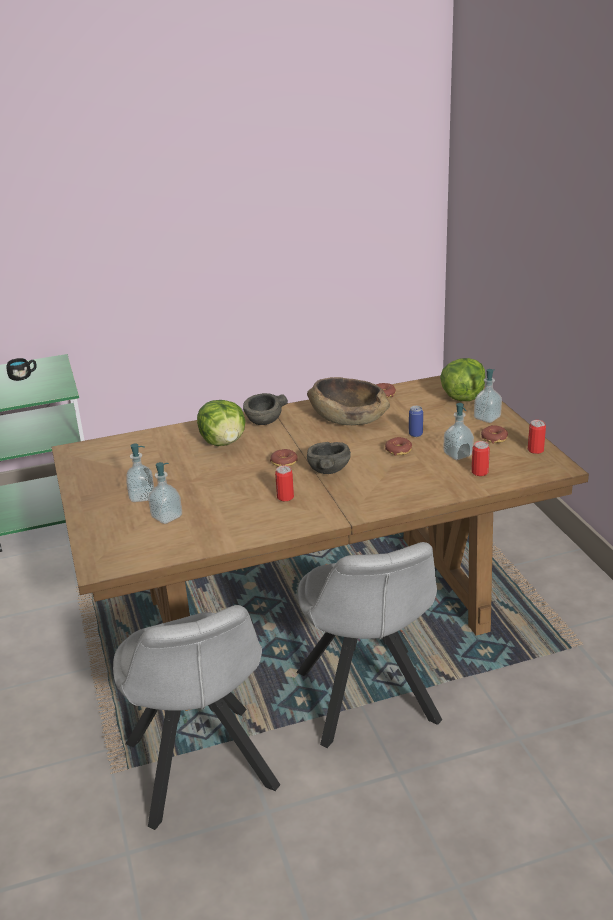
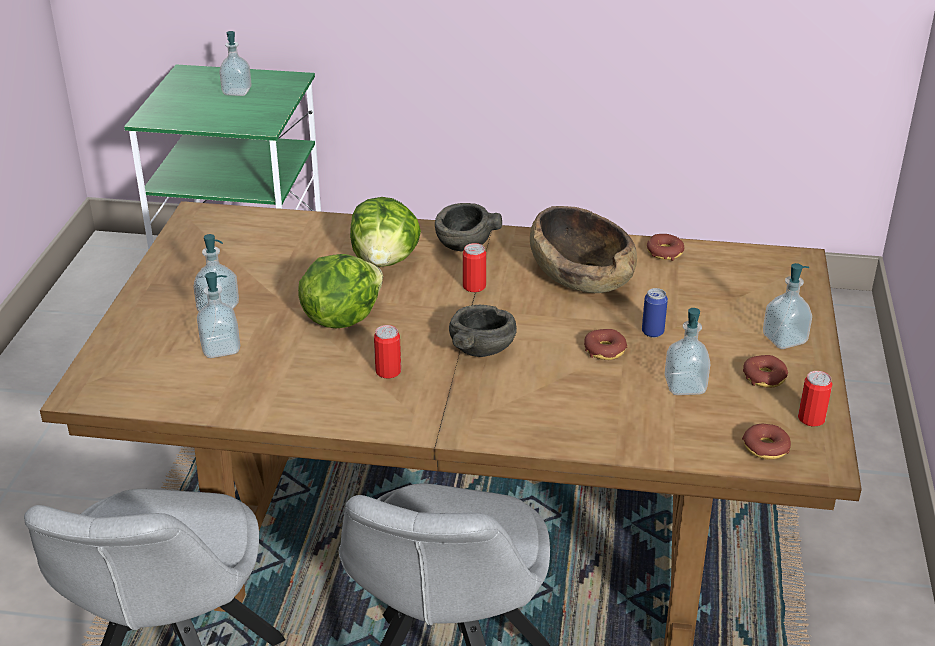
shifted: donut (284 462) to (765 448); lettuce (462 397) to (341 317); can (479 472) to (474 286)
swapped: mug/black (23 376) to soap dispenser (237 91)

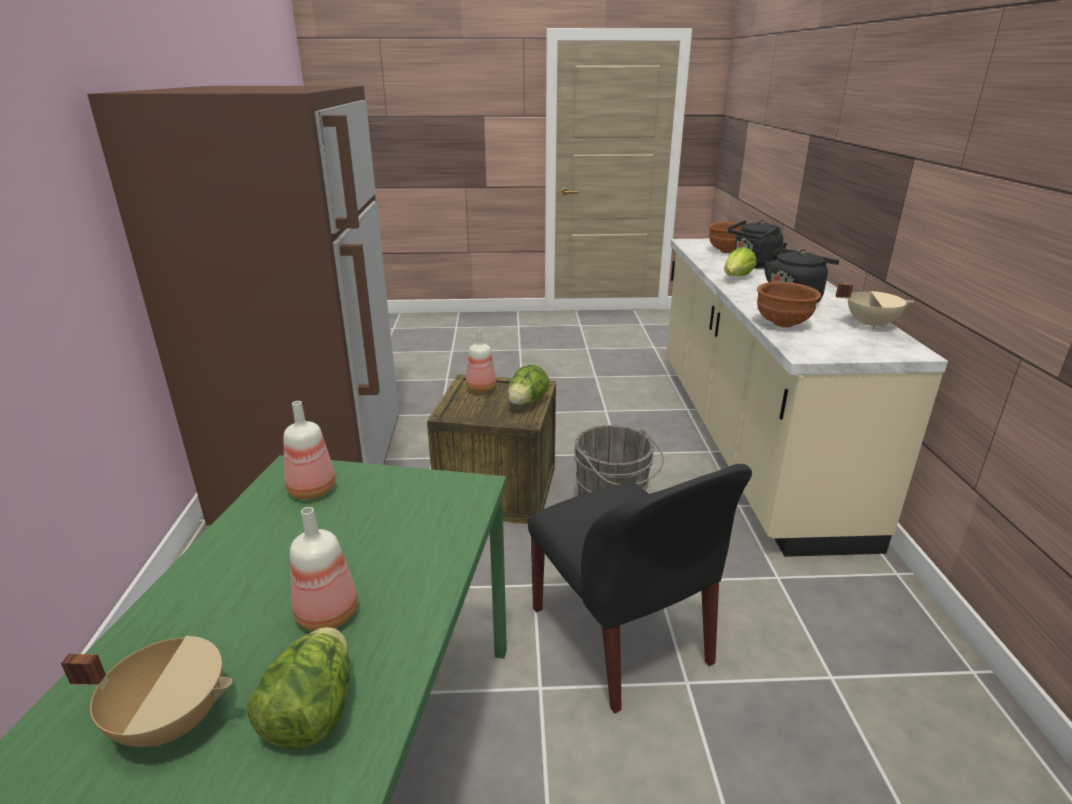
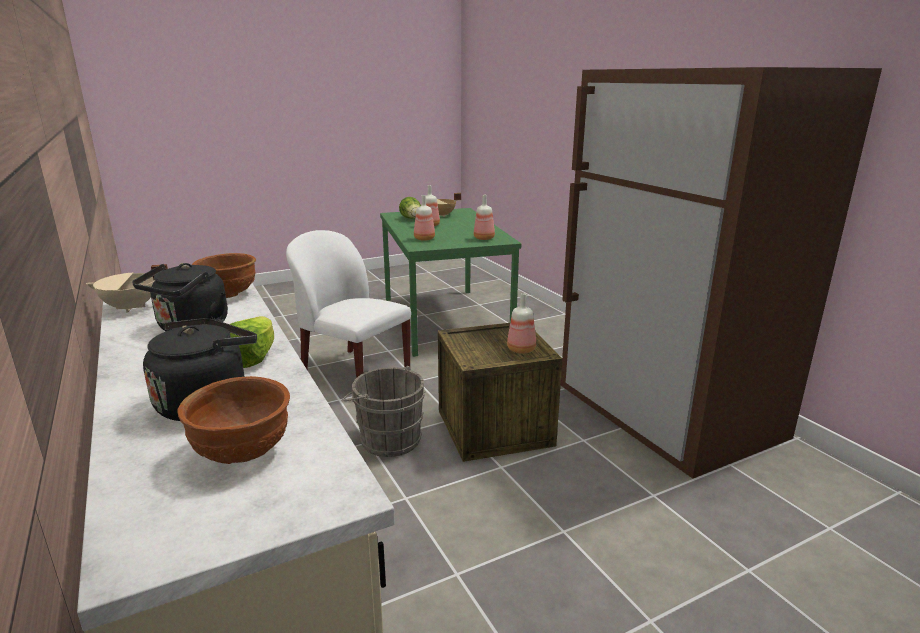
gone: lettuce (527 402)
new: bottle (423 239)
repainted: chair/black (622 638) to chair/white (354 372)

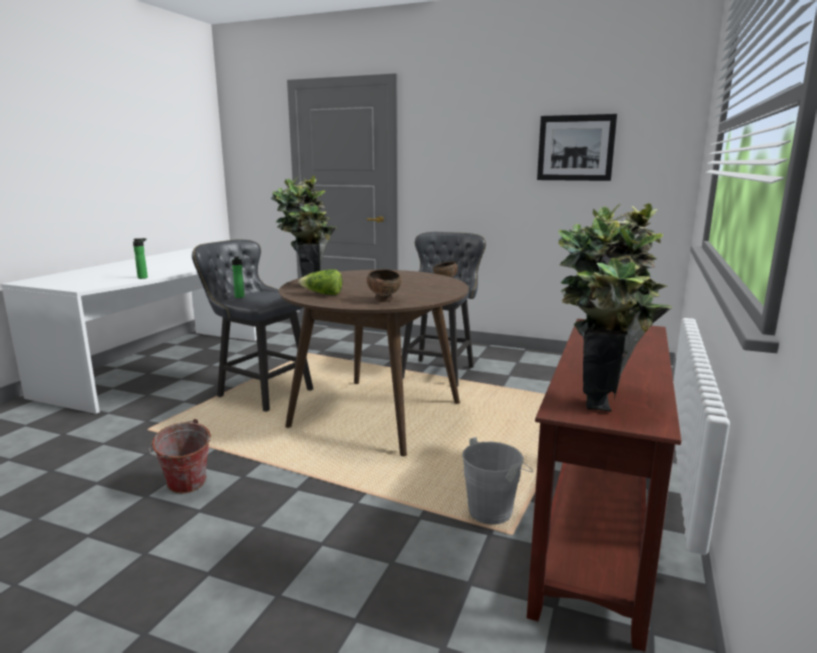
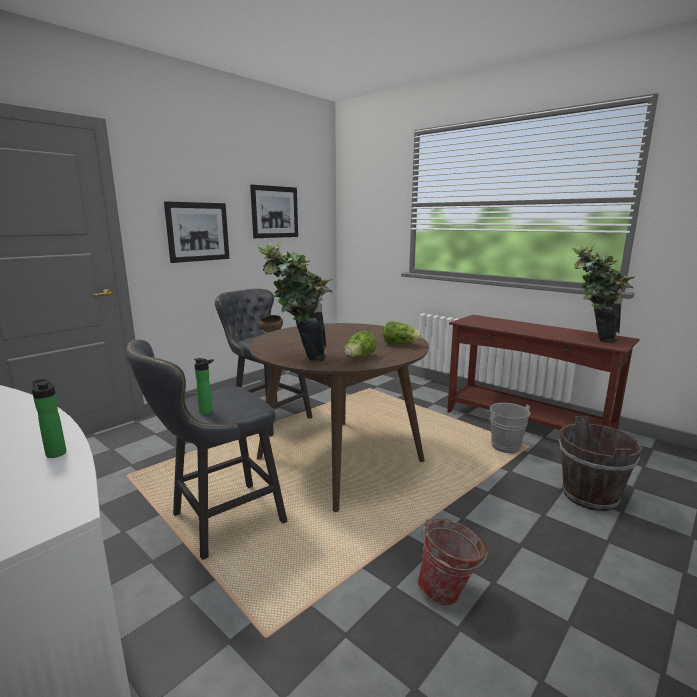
new: picture (198 232); bucket/brown (589 496)
swapped: bowl/brown (384 300) to lettuce (400 344)

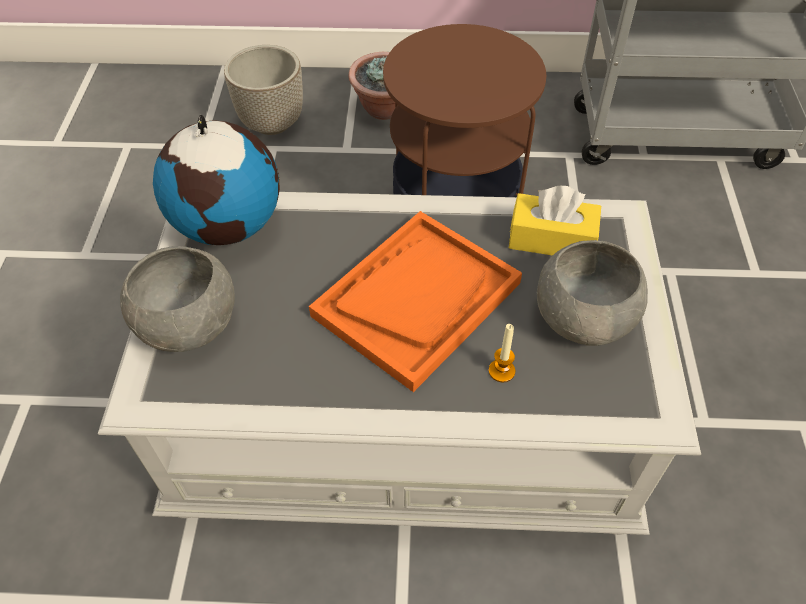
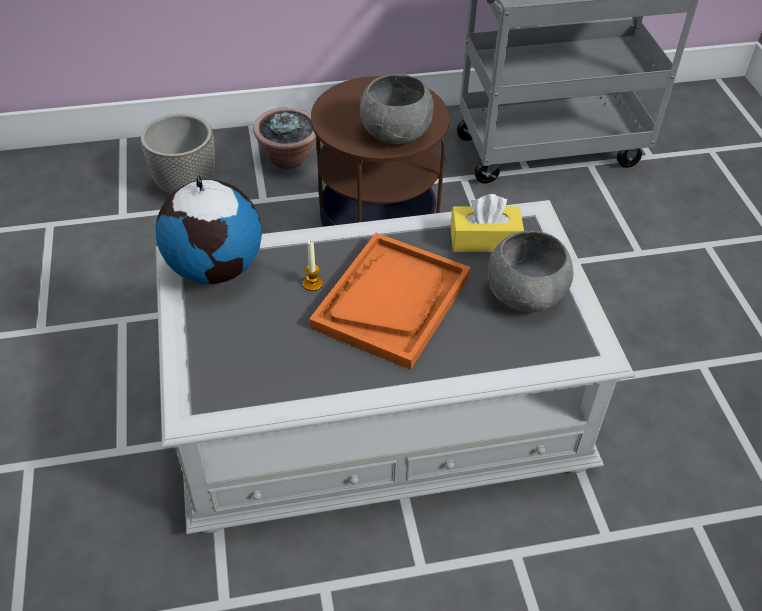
shifted: bowl/grey (190 324) to (396 133); candle (501 371) to (312 284)

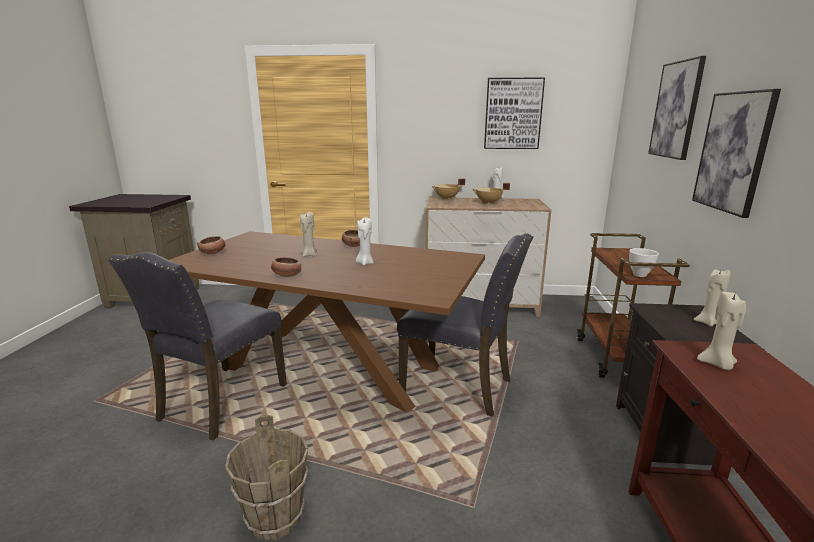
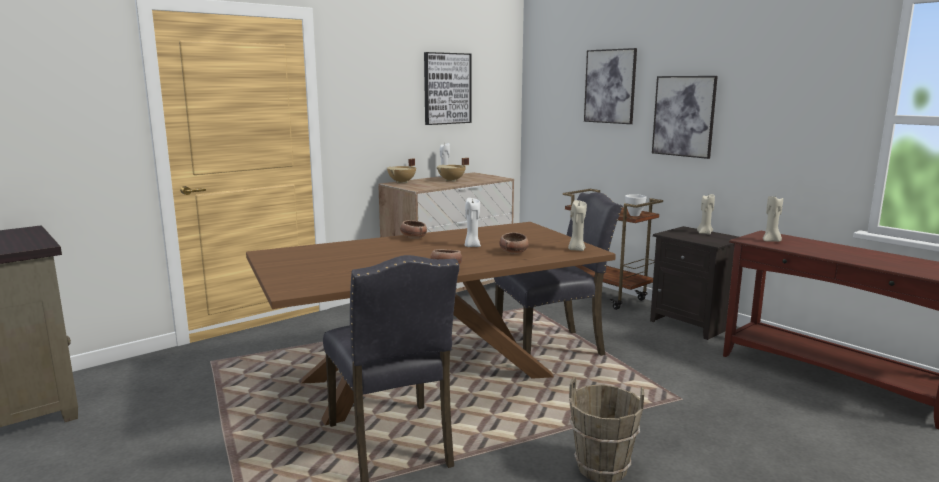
shifted: bowl (213 253) to (514 252); candle/beige (309 255) to (576 249)

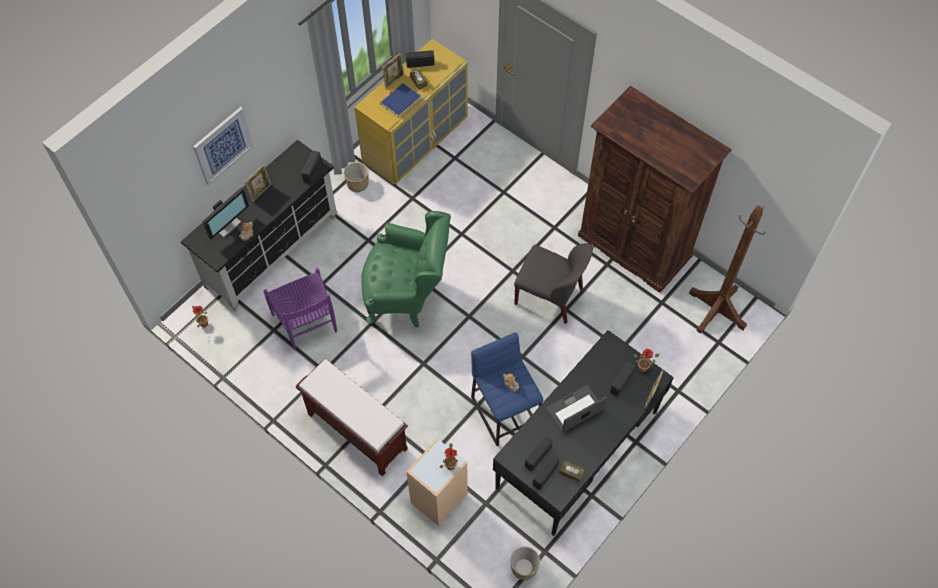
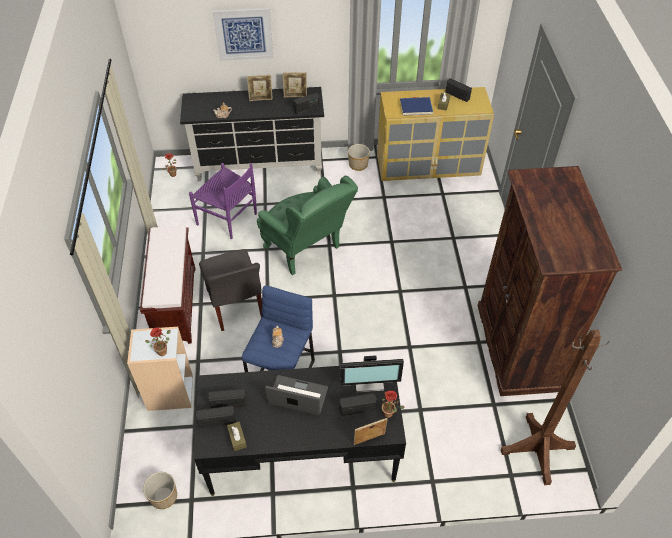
shifted: monitor (225 224) to (369 380); picture frame (394 80) to (295 96); chair/grey (550 297) to (235 305)
rotated: chair/purple (307 323) = (228 218) 75 degrees counterclockwise

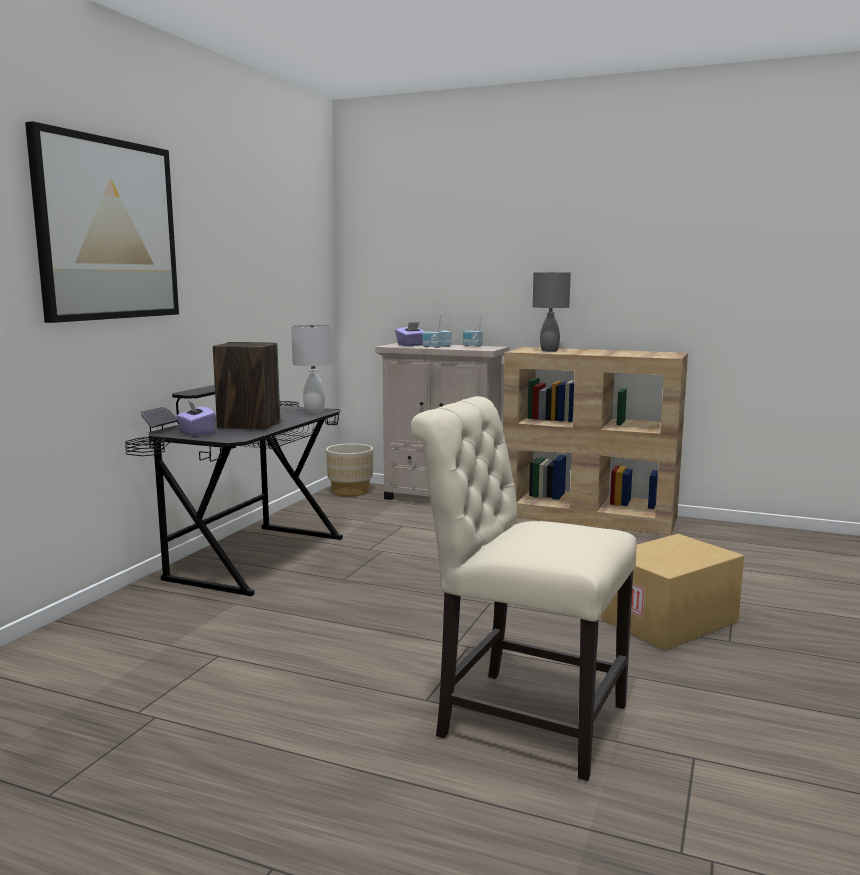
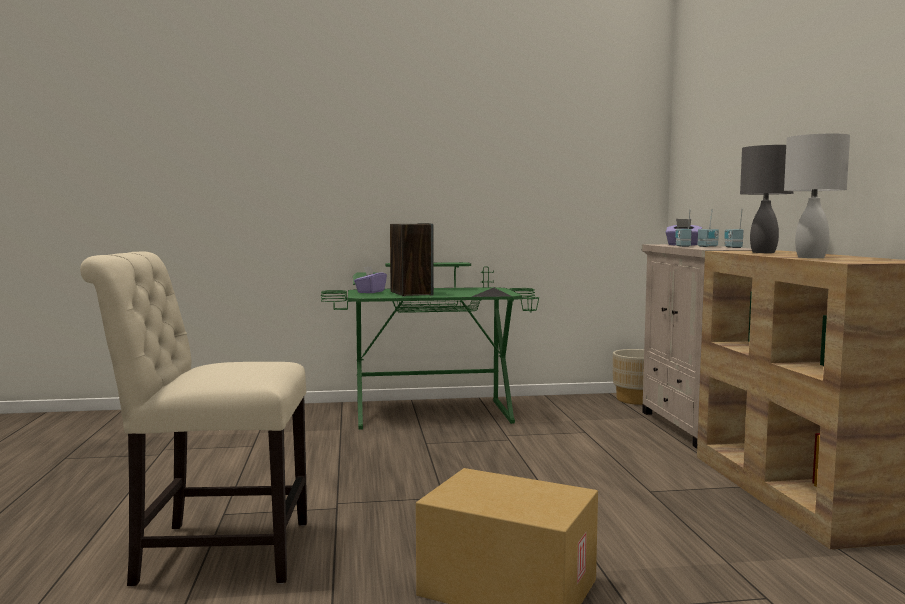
gone: picture (107 229)
shifted: table lamp/white (314 411) to (811 257)
repainted: desk/black (253 557) to desk/green (432 412)
rotated: chair/beige (521 717) = (212 552) 90 degrees counterclockwise

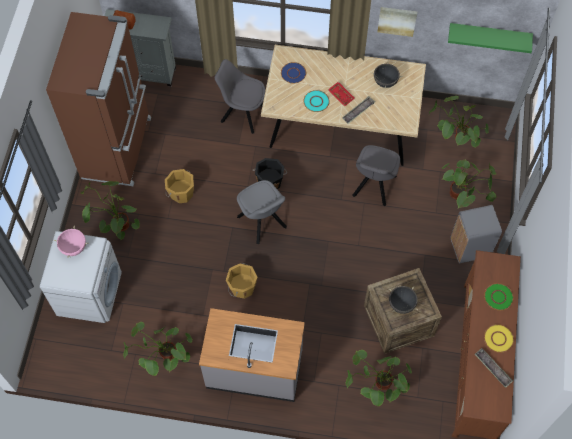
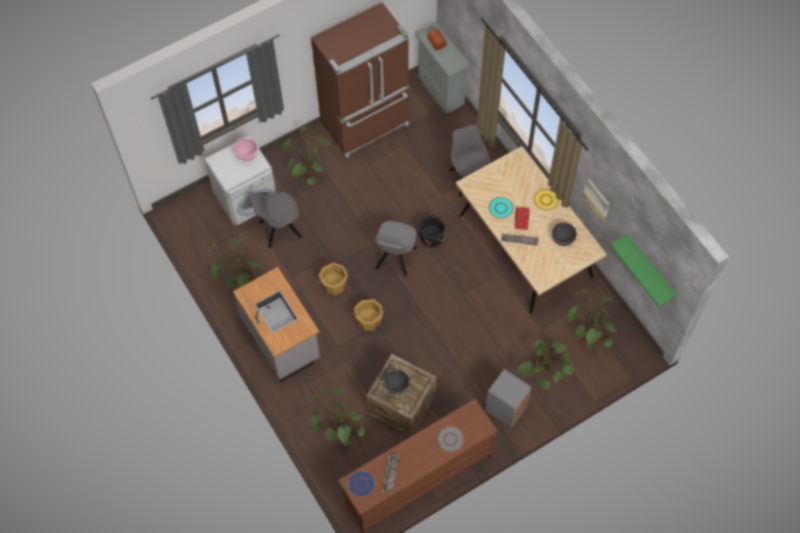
shifted: bucket/orange (181 193) to (369 320); plate/blue (293 73) to (361 484); chair/grey (373 186) to (279 229); plate/yellow (498 338) to (546 200)
repainted: plate/green (498 297) to plate/grey (450 439)

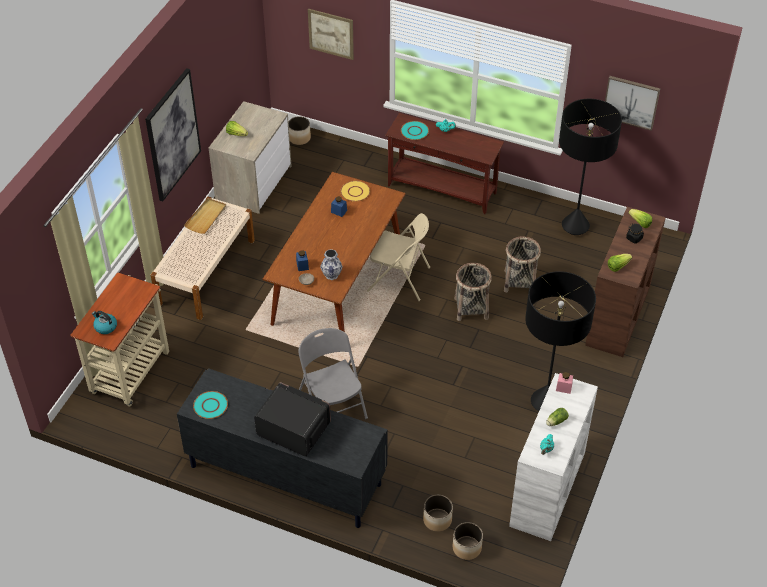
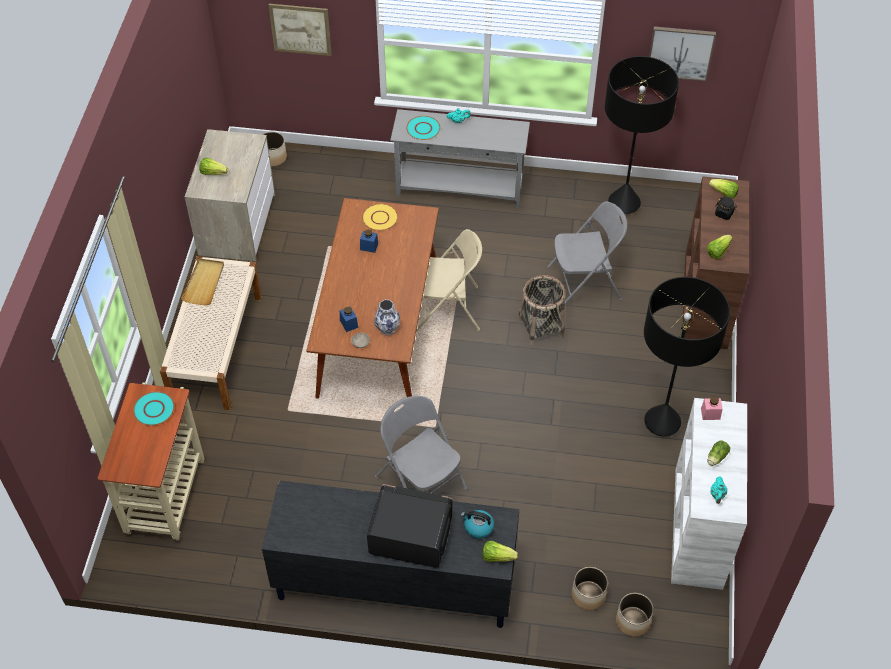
gone: picture (172 135)
new: lettuce (497 556)
shifted: kettle (105 327) to (478 527); plate/turquoise (210 406) to (154 409)
swapped: basket (519 282) to chair/grey (584 283)
repainted: console table/brown (442 189) to console table/grey (460 188)

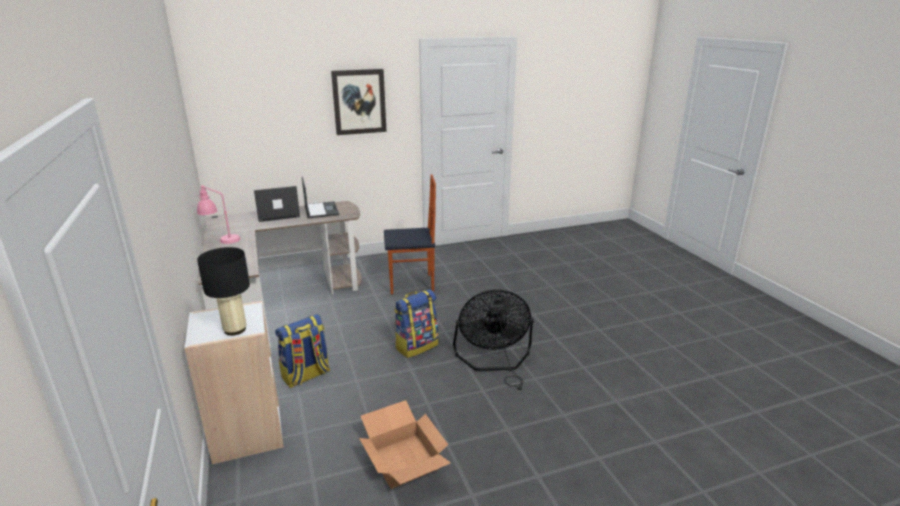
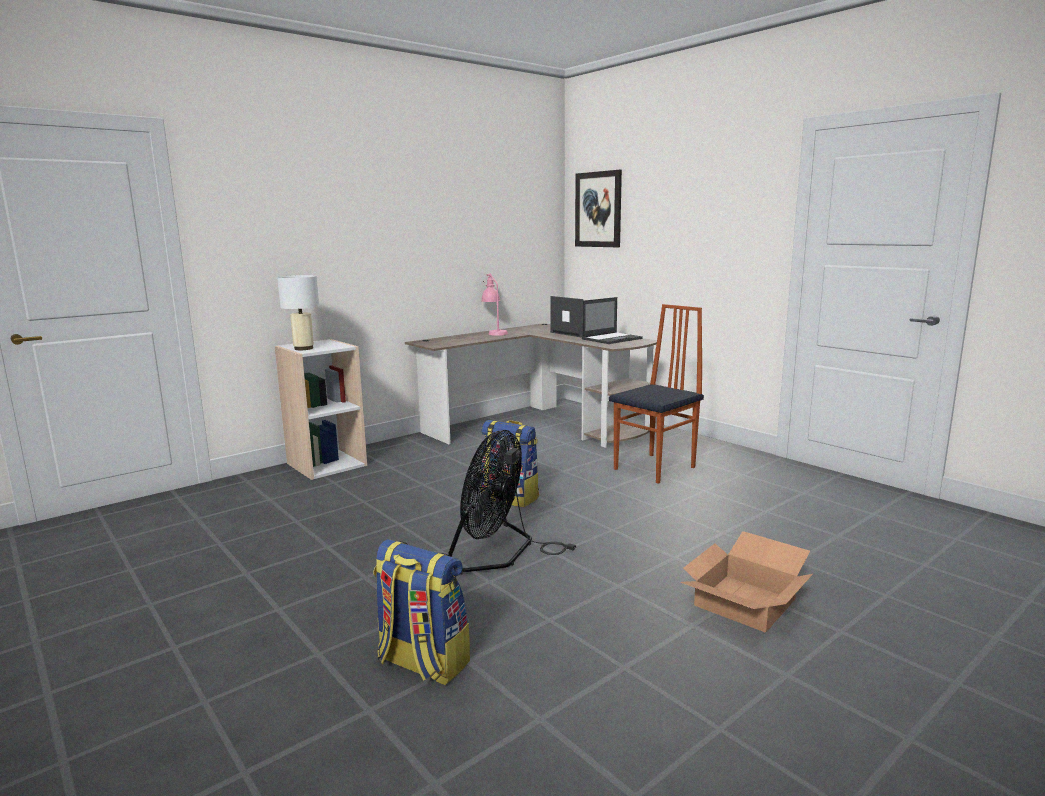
shifted: backpack (306 376) to (421 663); picture (359 102) to (598 209); cardboard box (402 460) to (744 601)
repainted: table lamp/black (235 330) to table lamp/white (304 348)
rotated: chair (412 284) = (656 468) 105 degrees counterclockwise; fan/black (497 364) = (507 549) 135 degrees counterclockwise

